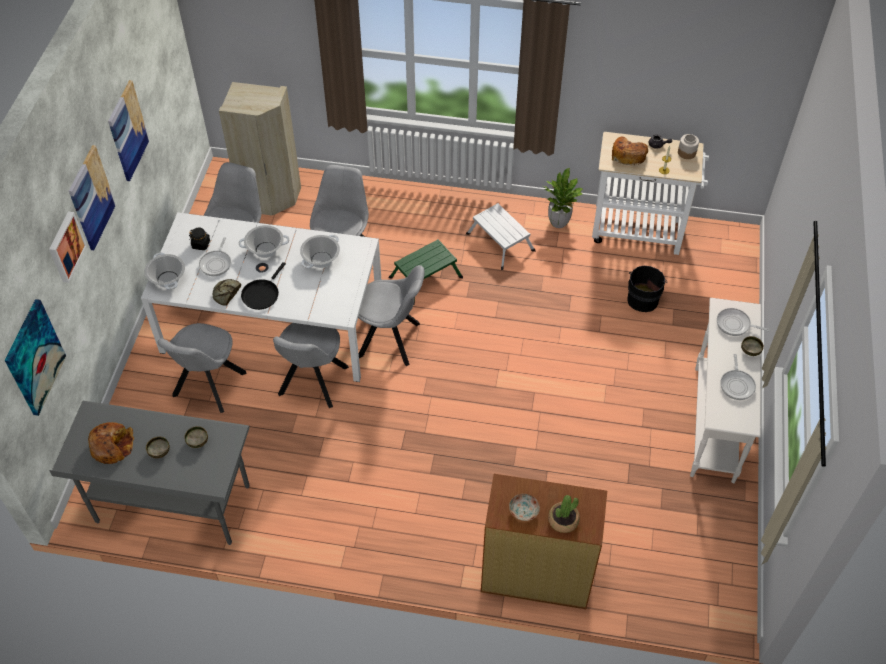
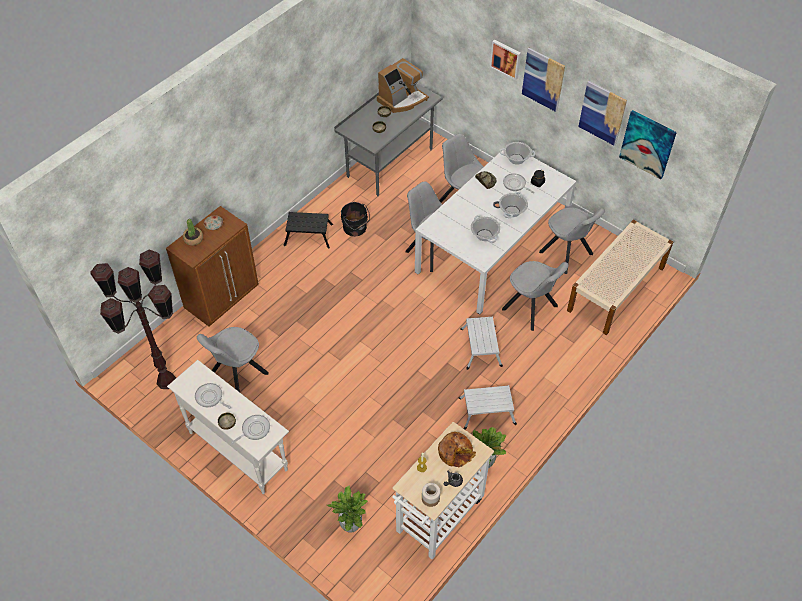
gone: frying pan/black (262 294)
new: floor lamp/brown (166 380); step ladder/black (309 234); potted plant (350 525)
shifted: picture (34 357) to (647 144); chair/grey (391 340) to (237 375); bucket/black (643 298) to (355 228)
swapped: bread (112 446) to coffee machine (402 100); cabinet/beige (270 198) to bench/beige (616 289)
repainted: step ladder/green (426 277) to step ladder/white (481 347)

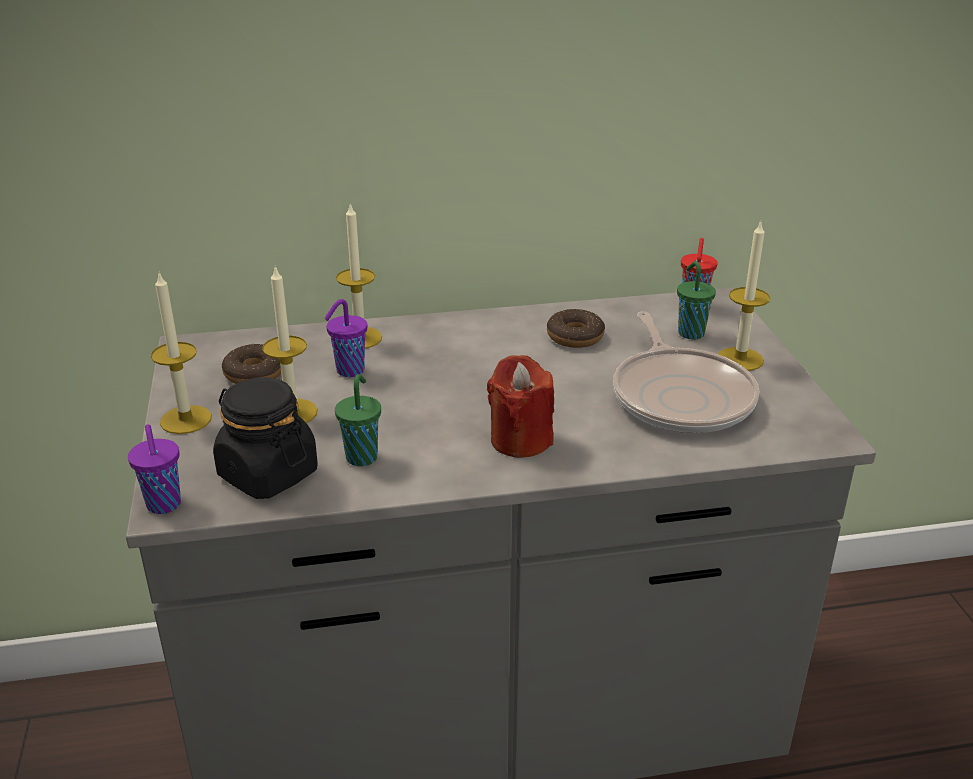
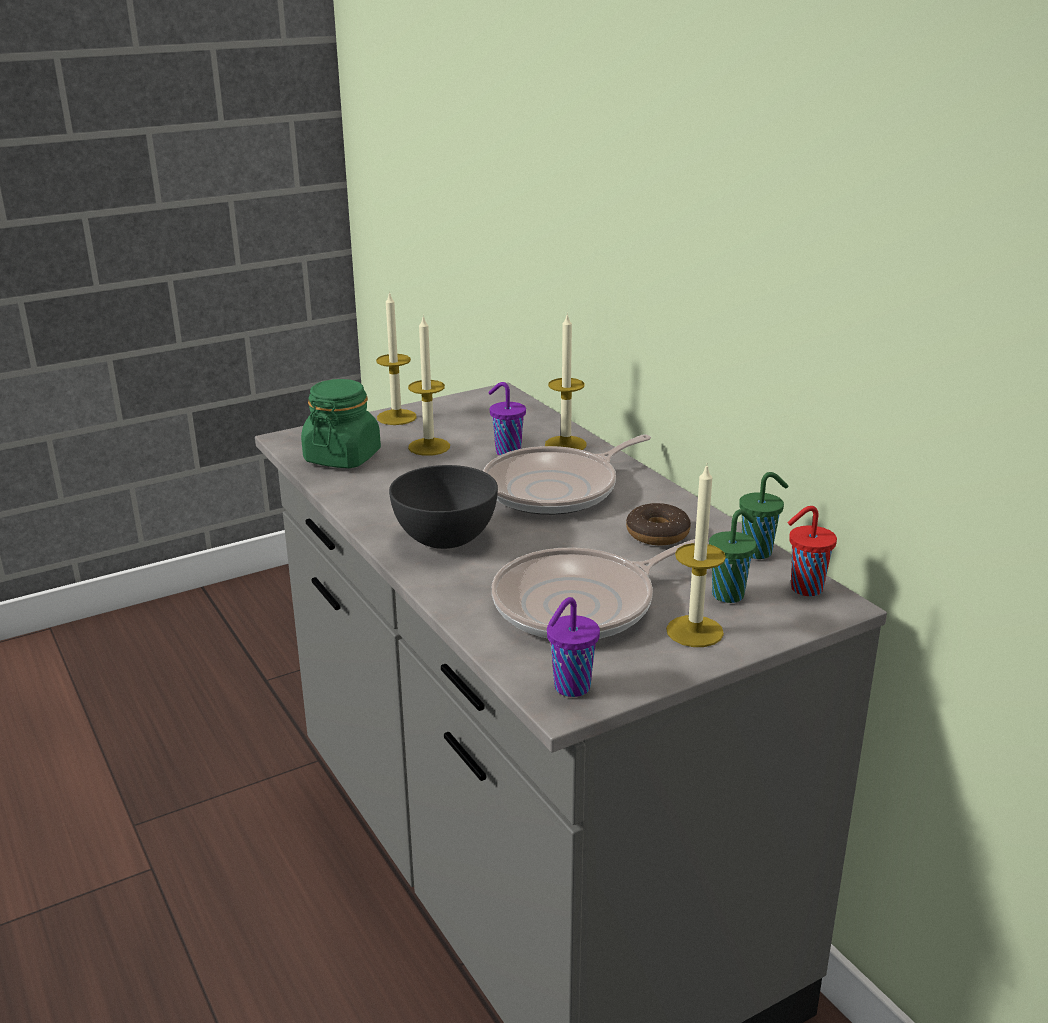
gone: donut (254 374)
new: frying pan (556 489)
shifted: cup/purple (164 506) to (570 688); cup/green (362 456) to (758 552)
swapped: candle/red (520 440) to bowl/grey (445 538)
repainted: jar/black (267 474) to jar/green (342 457)

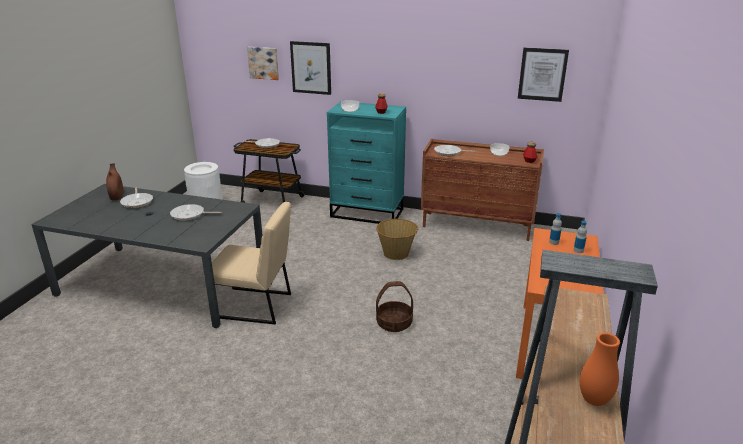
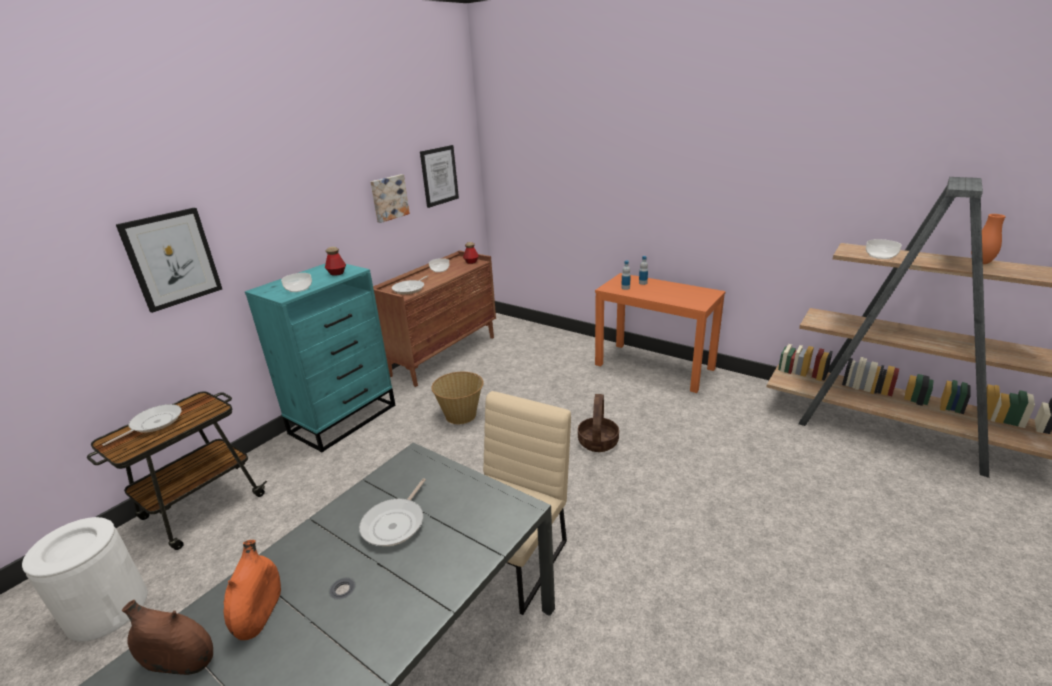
new: bowl (880 255)
shifted: picture (263 63) to (389 198)
swapped: frying pan (137 202) to vase/orange (259 613)

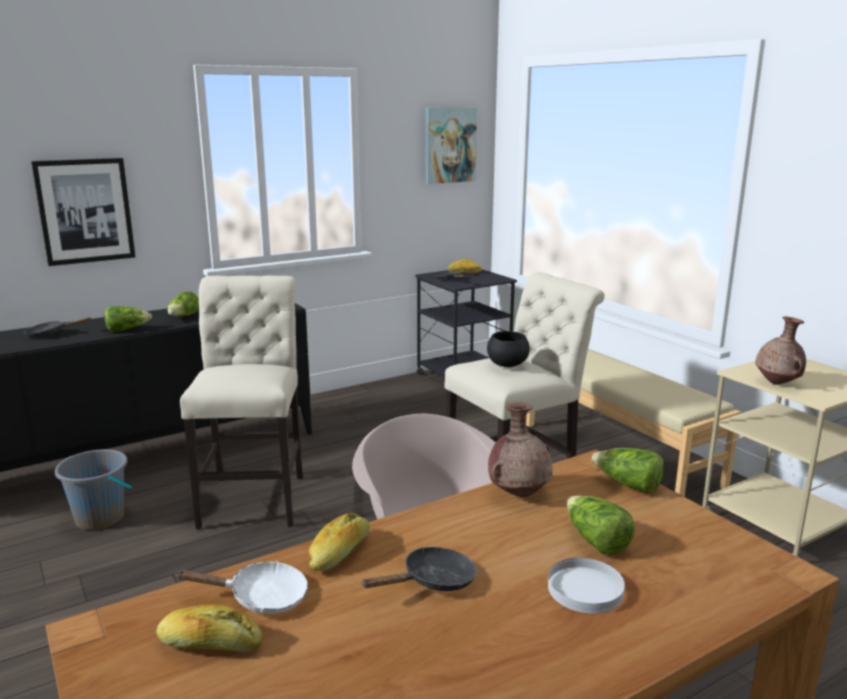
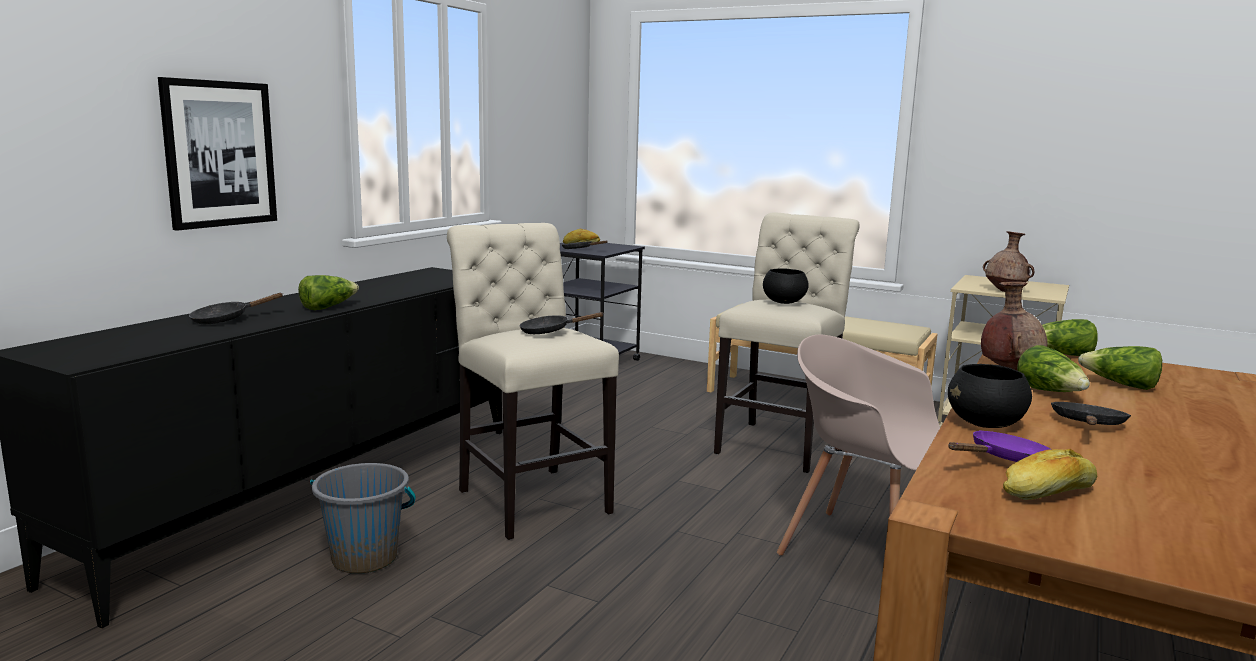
gone: picture (449 145); plate/white (586 589)
new: frying pan/black (550 331)
shifted: lettuce (184 317) to (1050 392)
swapped: bread (340 553) to bowl/black (986 424)
repainted: frying pan/white (261 597) to frying pan/purple (1005 460)

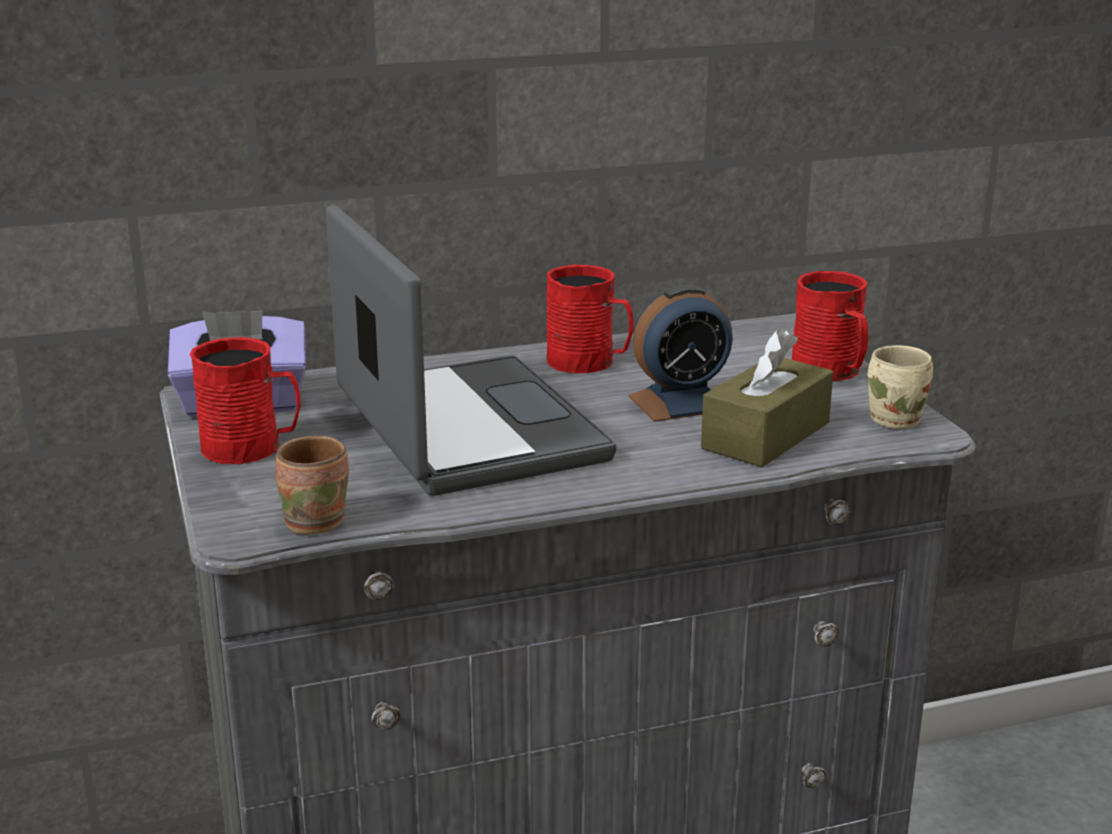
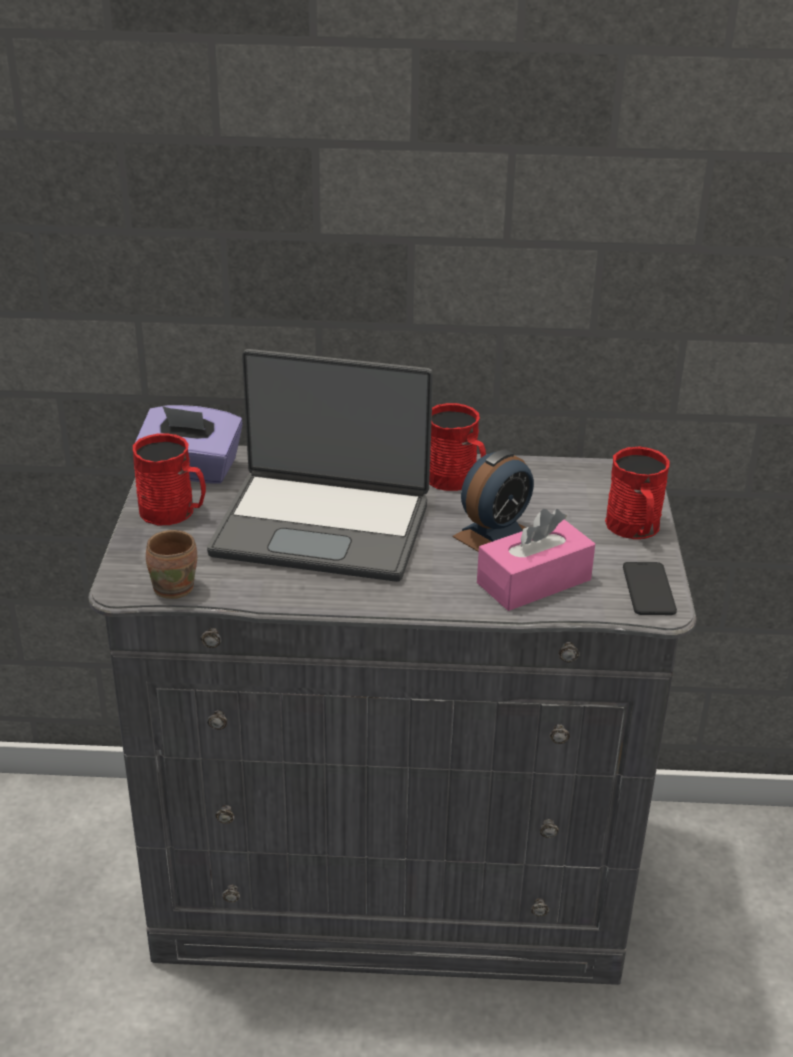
swapped: mug/beige (899 420) to phone (648 589)
repainted: tissue box/brown (766 436) to tissue box/pink (534 581)
rotated: laptop (464 429) = (323 527) 105 degrees clockwise; alarm clock (680 403) = (494 535) 45 degrees counterclockwise

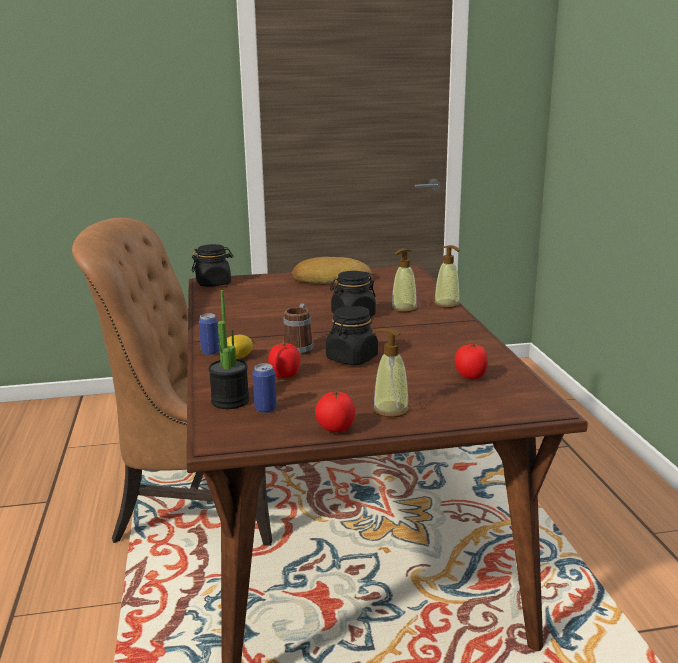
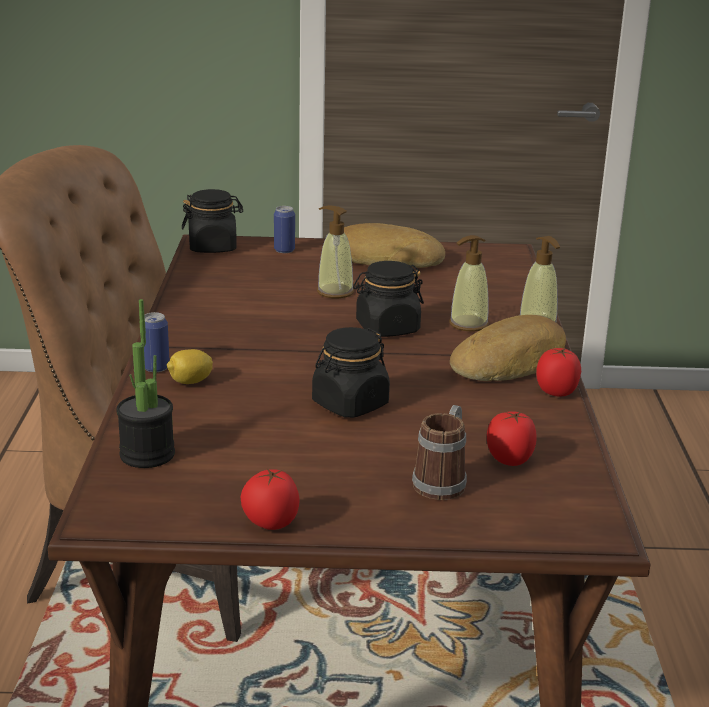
new: bread (511 361)
shifted: can (265 409) to (284 250); tomato (285 375) to (557 392); mug (300 348) to (442 481); soap dispenser (390 410) to (335 292)

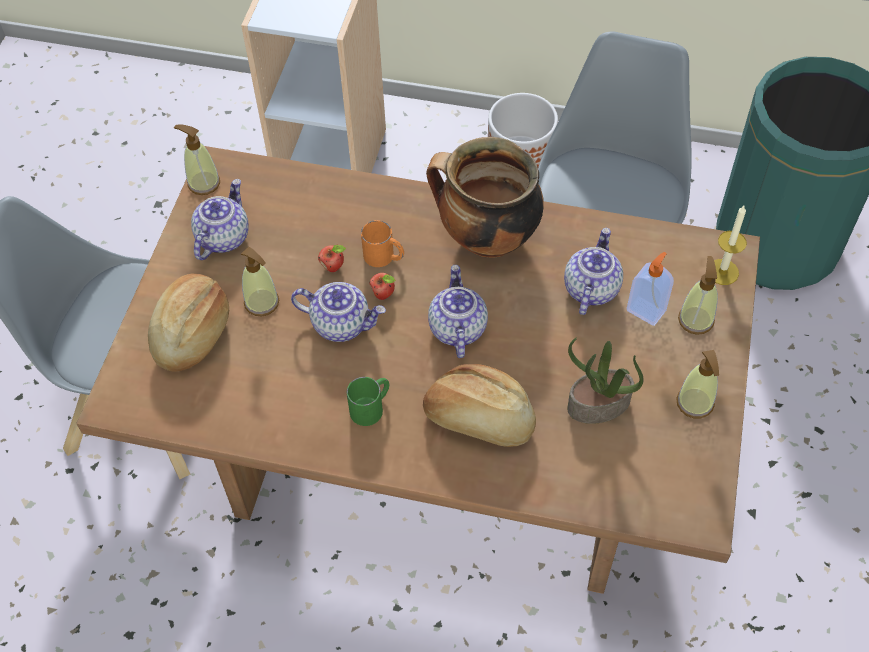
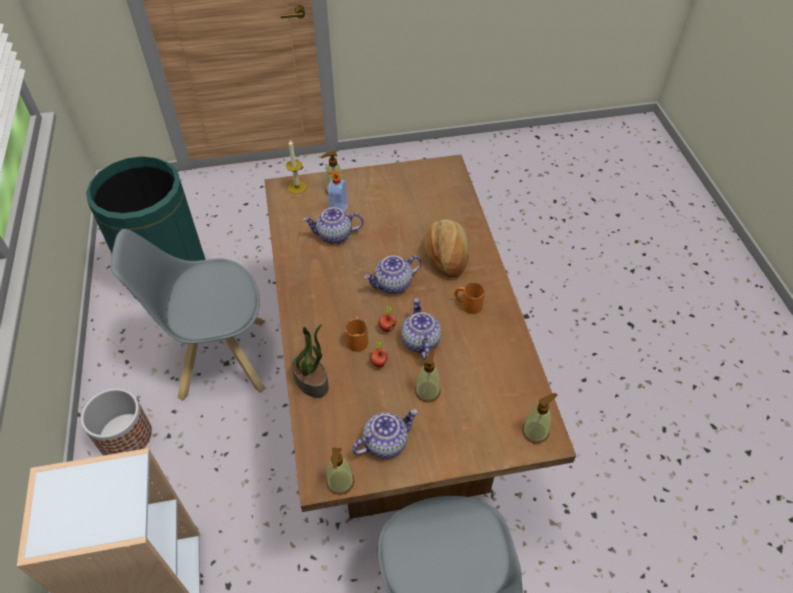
gone: bread (192 332); cooking pot (486 239)
shifted: potted plant (598 406) to (312 381); soap dispenser (695 403) to (535 432)
repainted: mug/green (371 407) to mug/orange (467 304)
rotated: teapot (223 237) = (385 442) 150 degrees clockwise

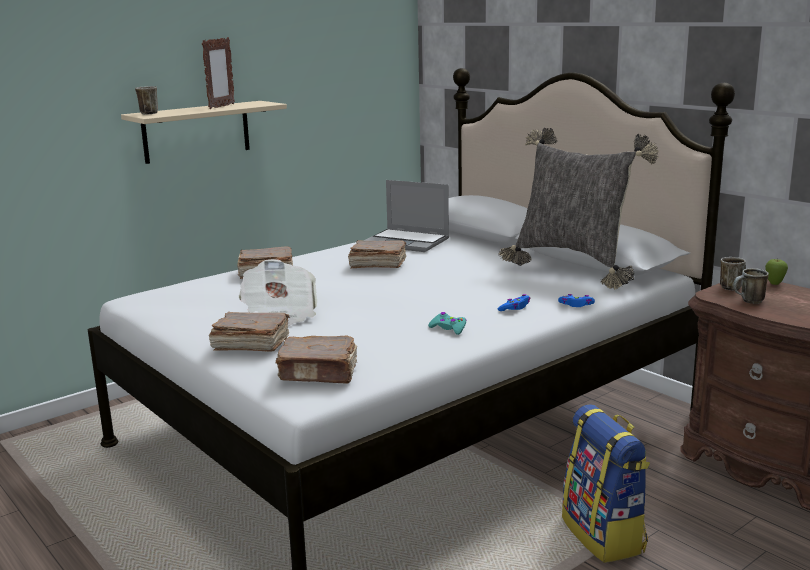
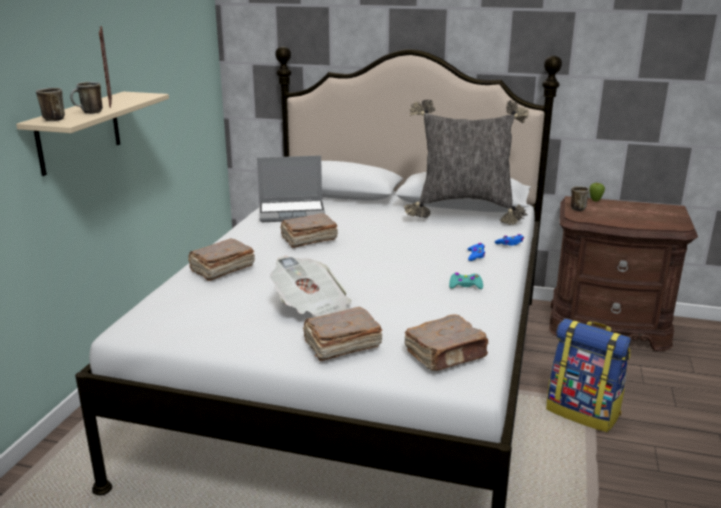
shifted: mug (748 301) to (89 113)

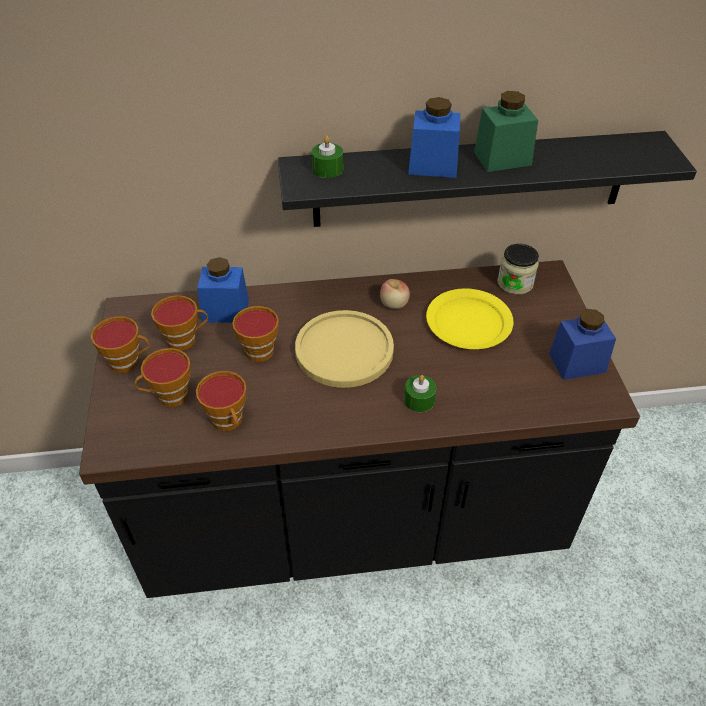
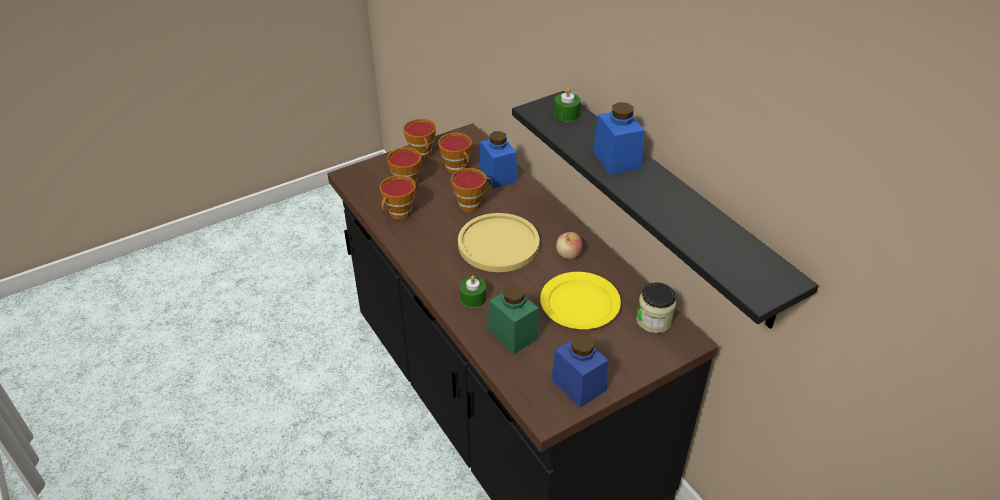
shifted: jar/green (502 158) to (513 334)

